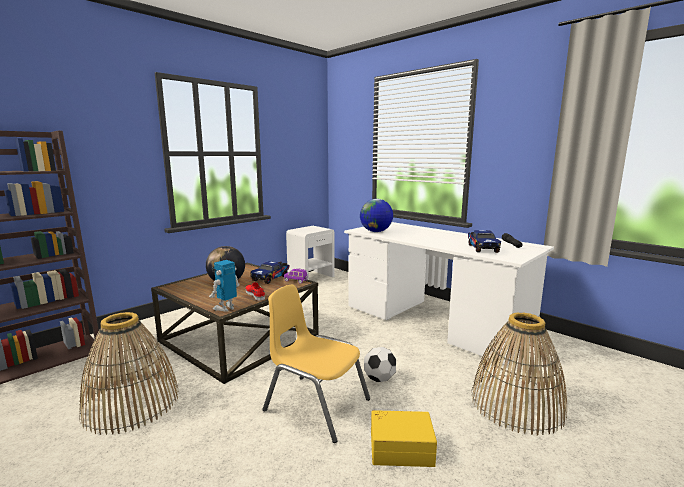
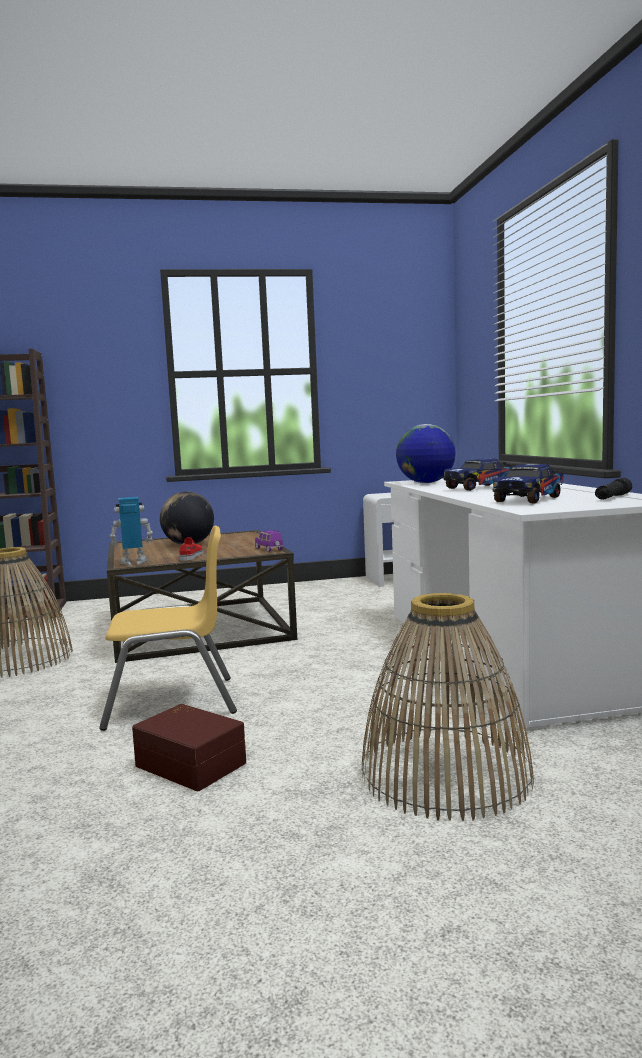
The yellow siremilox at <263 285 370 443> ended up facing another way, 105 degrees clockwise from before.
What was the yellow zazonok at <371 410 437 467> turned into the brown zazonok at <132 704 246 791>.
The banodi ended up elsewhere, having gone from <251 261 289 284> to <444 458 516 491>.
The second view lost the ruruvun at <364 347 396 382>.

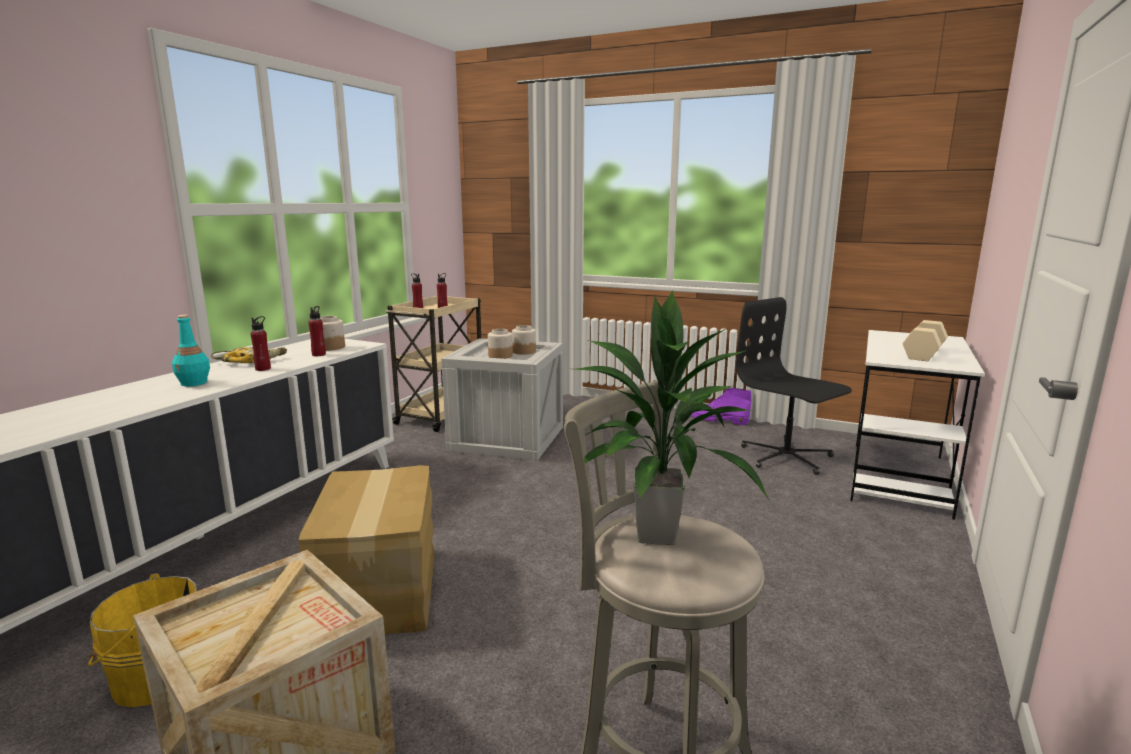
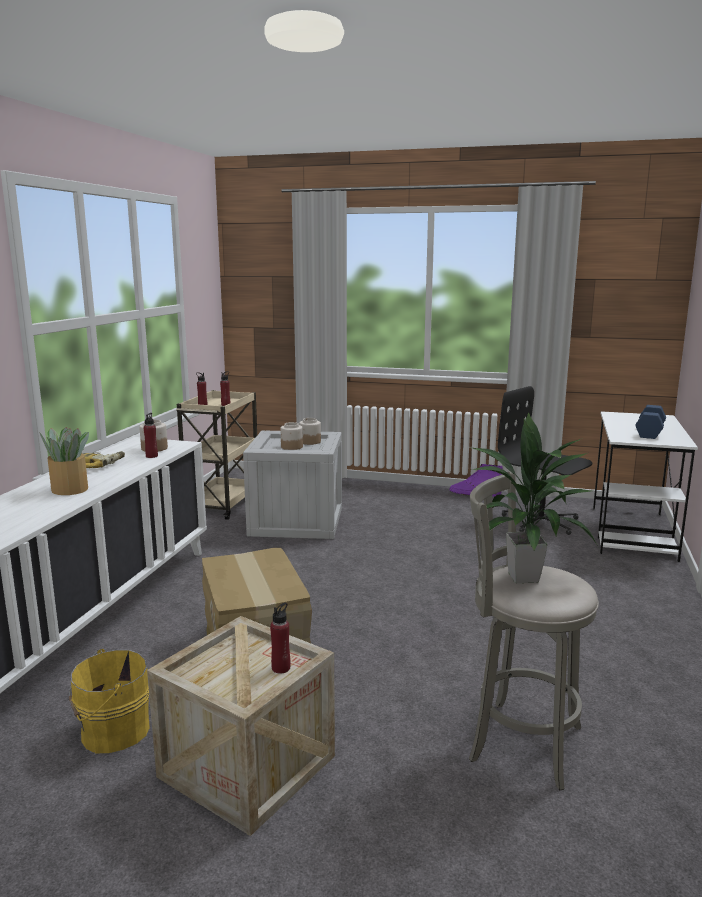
Where the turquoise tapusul stood at <172 315 210 386>, the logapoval came to stand at <39 427 89 495>.
The red tapusul ended up elsewhere, having gone from <251 316 271 371> to <270 603 290 674>.
What was the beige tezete at <903 320 948 361> turned into the blue tezete at <635 405 666 439>.

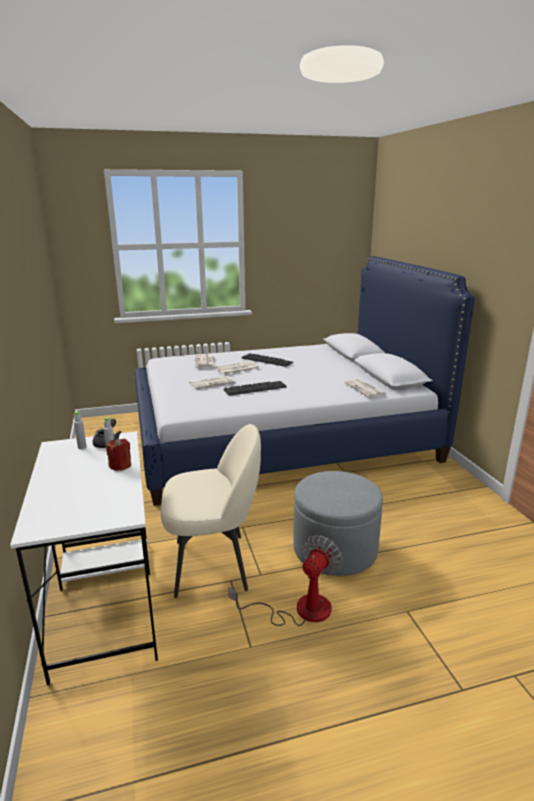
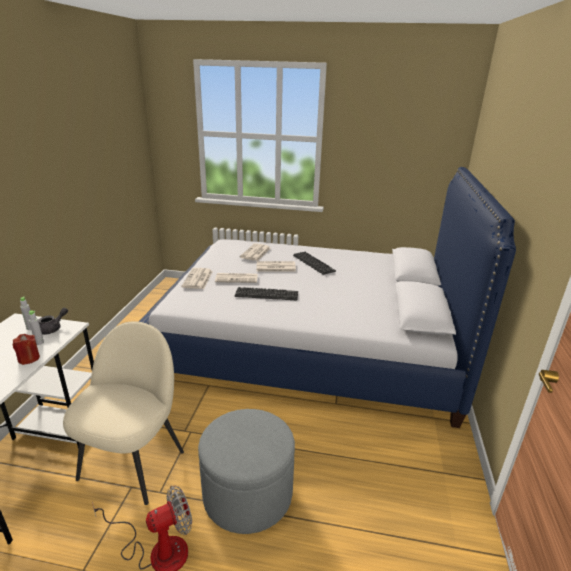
The beige siremilox at <161 424 261 598> ended up facing another way, 90 degrees counterclockwise from before.
The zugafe ended up elsewhere, having gone from <344 379 386 397> to <181 268 213 289>.

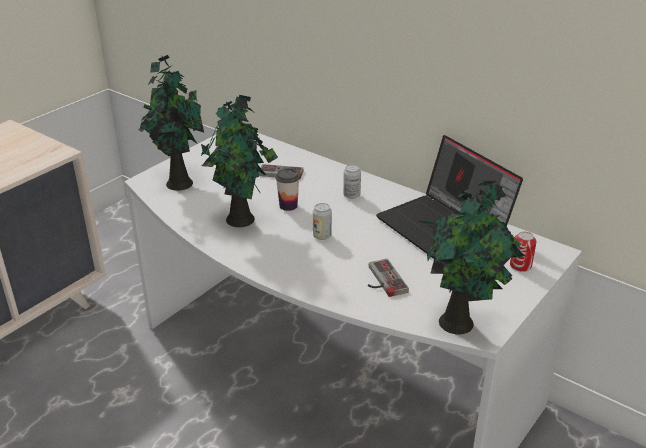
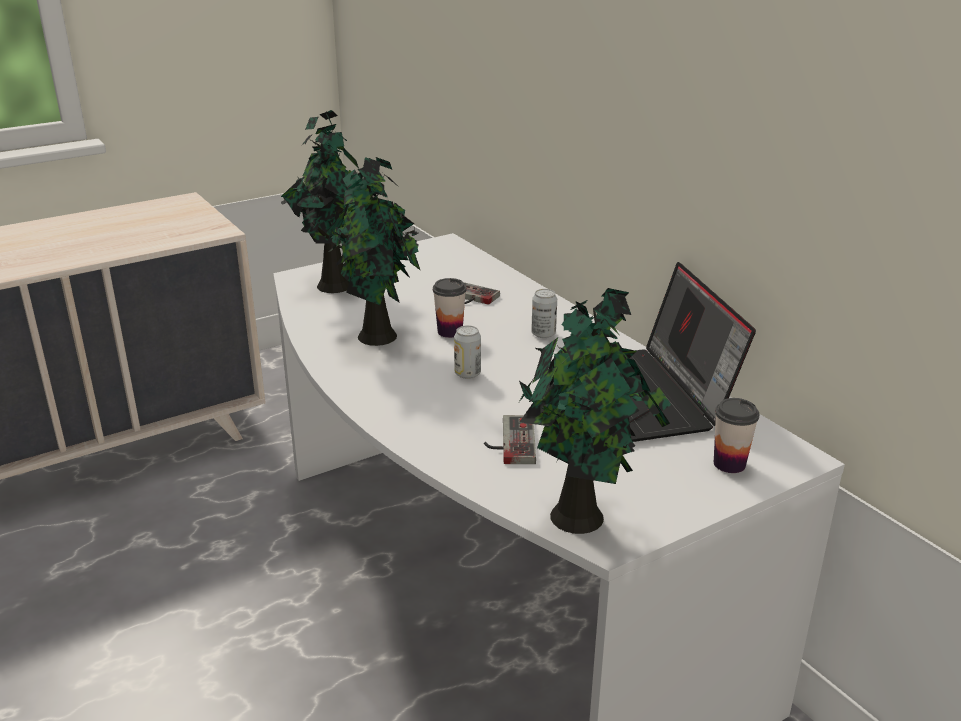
Where the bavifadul stood at <510 232 536 272>, the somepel came to stand at <714 398 760 473>.

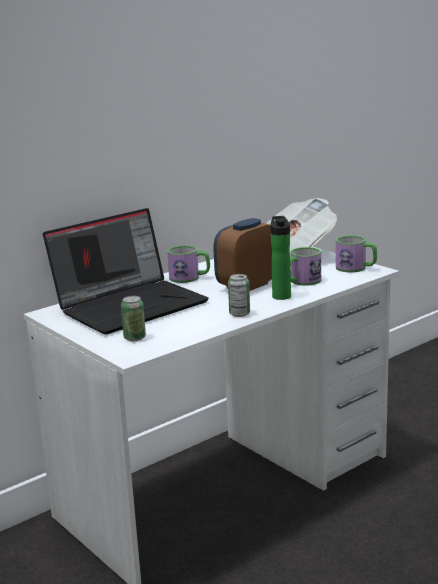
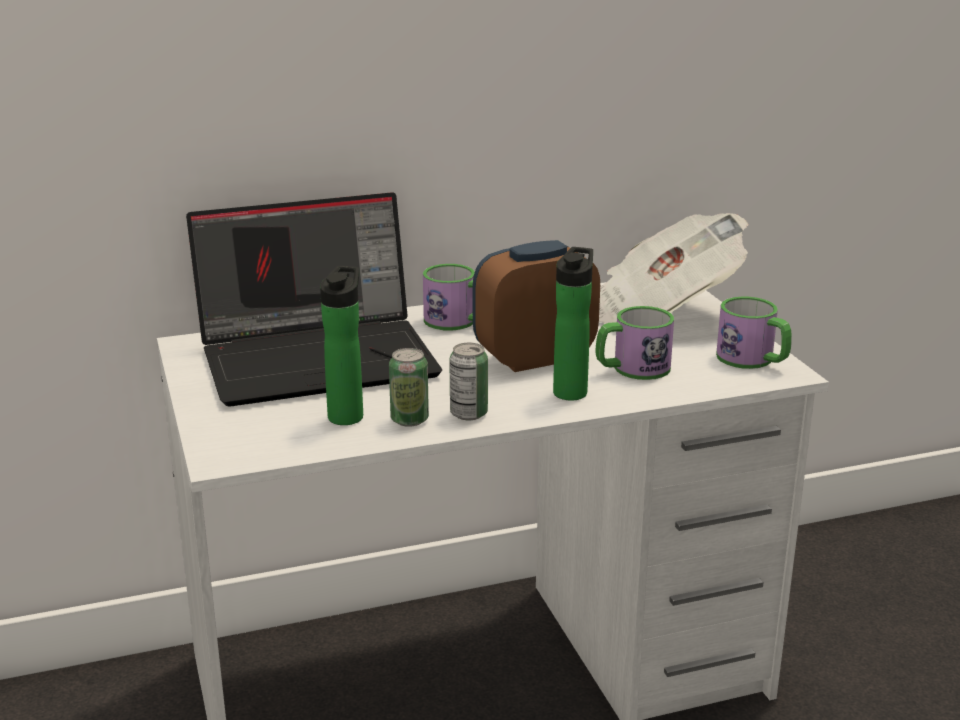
The second view gained the tapusul at <320 266 363 425>.
The bavifadul ended up elsewhere, having gone from <121 296 146 341> to <389 348 429 427>.

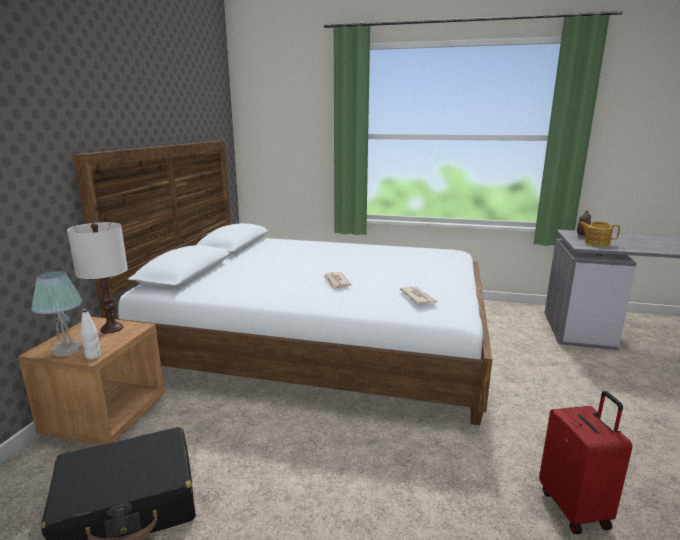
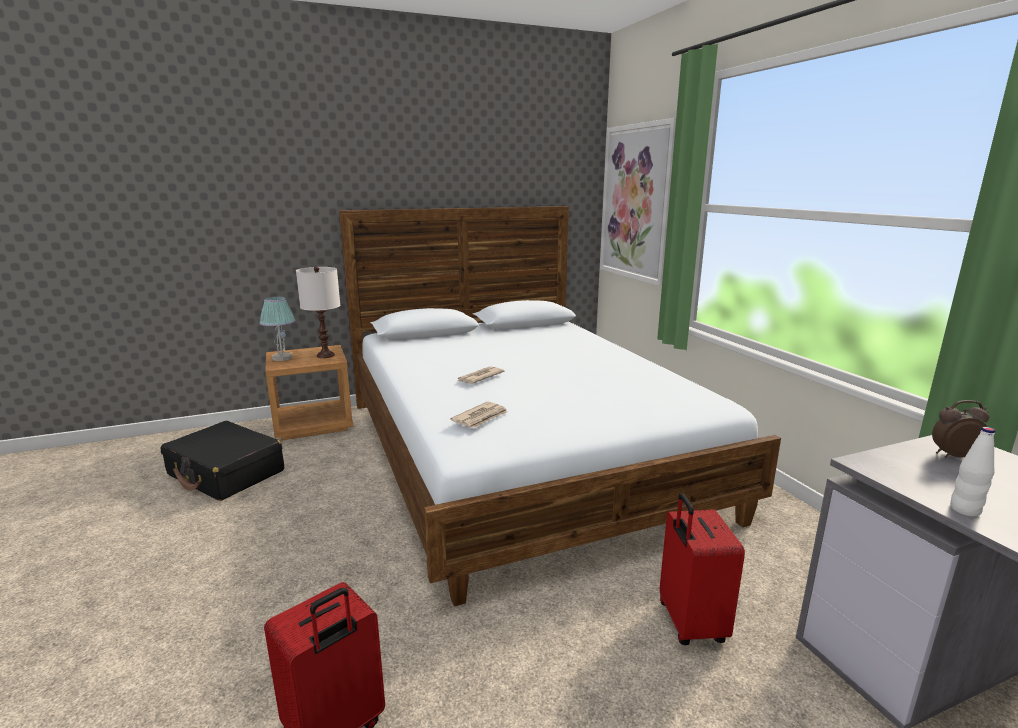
The second view gained the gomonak at <600 118 676 286>.
The second view gained the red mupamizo at <659 493 745 645>.
The white tapusul ended up elsewhere, having gone from <81 309 101 360> to <950 427 995 517>.
The second view lost the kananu at <580 222 620 246>.

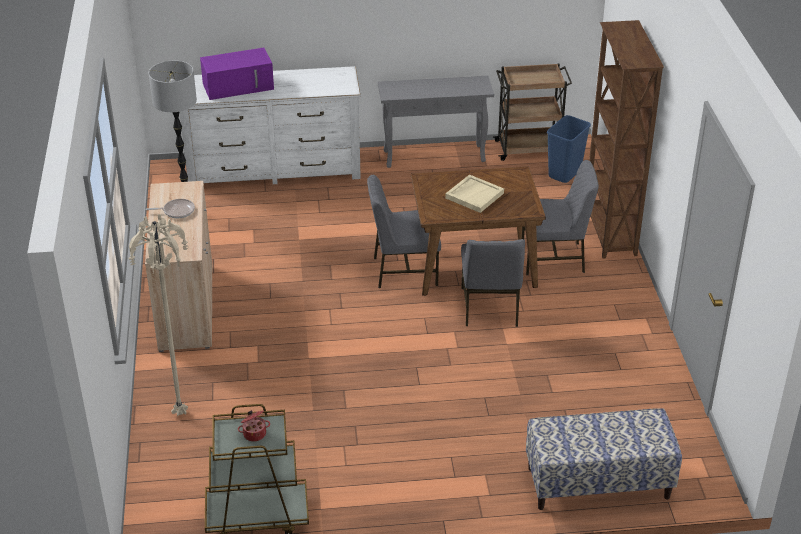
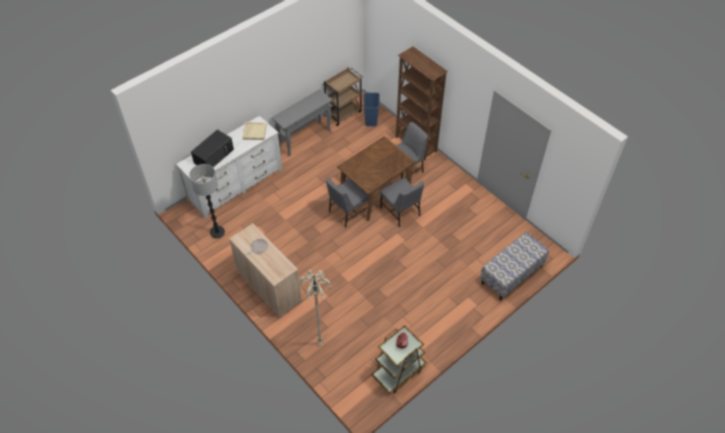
What was the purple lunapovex at <200 48 274 100> turned into the black lunapovex at <191 129 234 167>.
The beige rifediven ended up elsewhere, having gone from <445 175 504 213> to <242 122 267 140>.

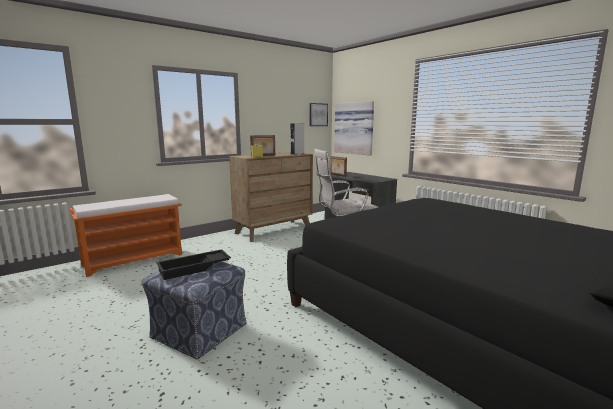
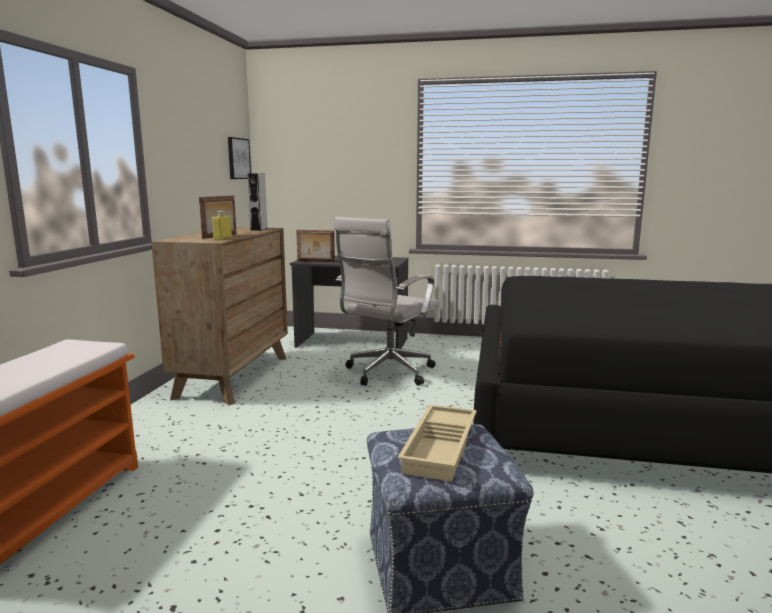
What was the black rifediven at <156 249 231 280> turned into the beige rifediven at <398 405 477 482>.
The second view lost the gomonak at <334 101 374 155>.

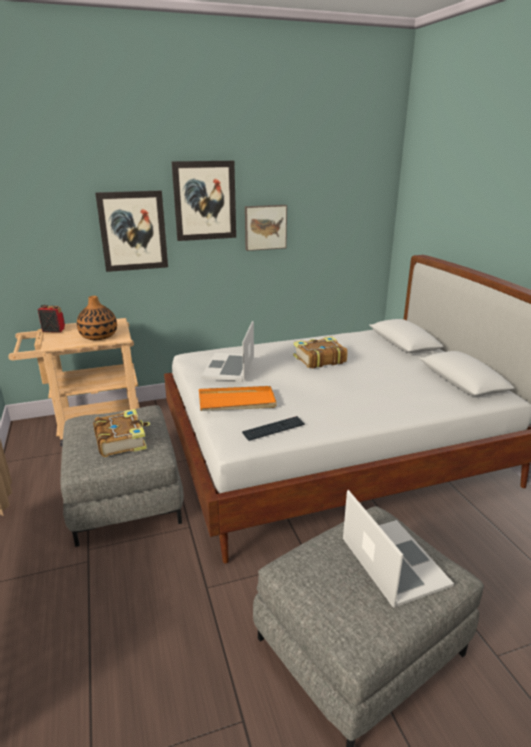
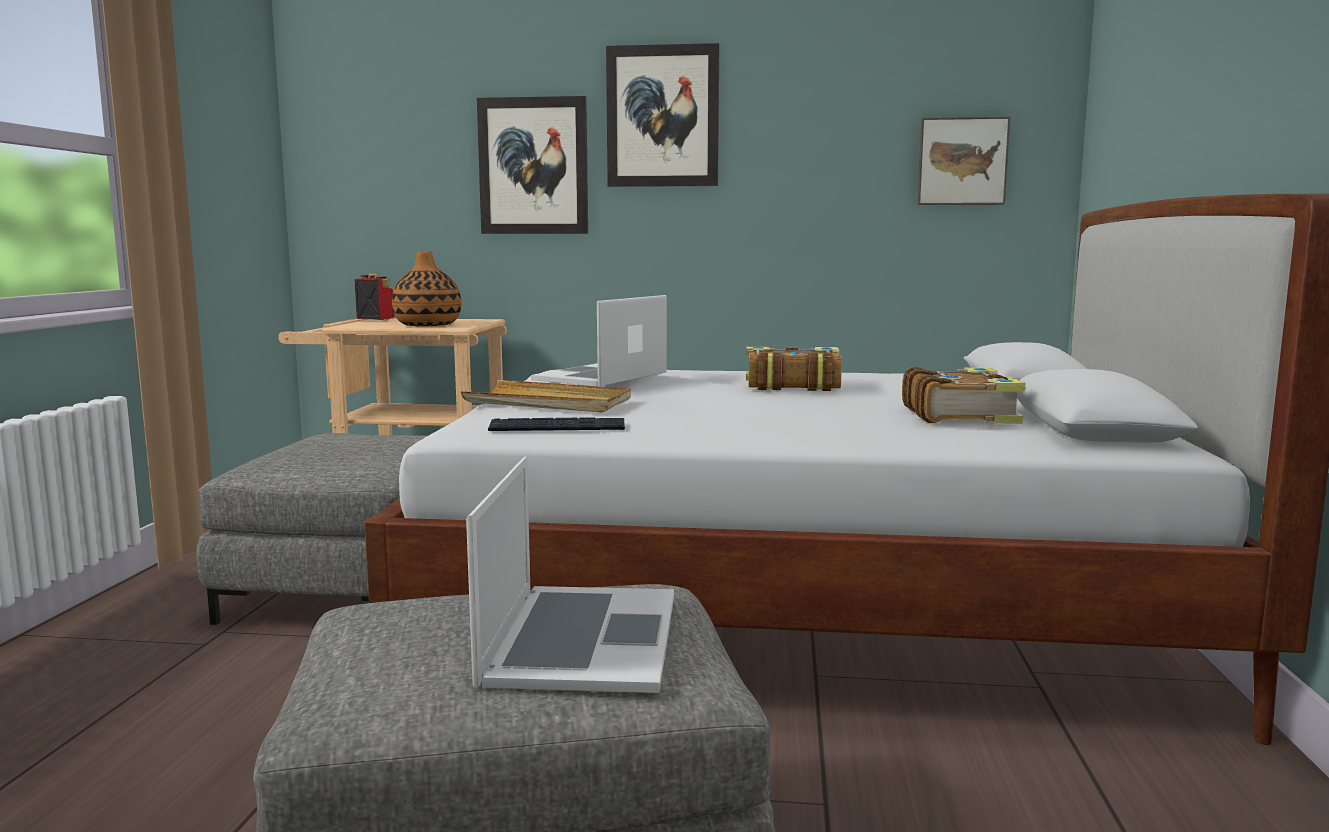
What was the orange rifediven at <199 386 277 411> turned into the beige rifediven at <461 380 631 413>.
The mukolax ended up elsewhere, having gone from <93 409 150 457> to <902 367 1026 424>.
The gomonak ended up elsewhere, having gone from <245 205 287 251> to <917 117 1010 205>.

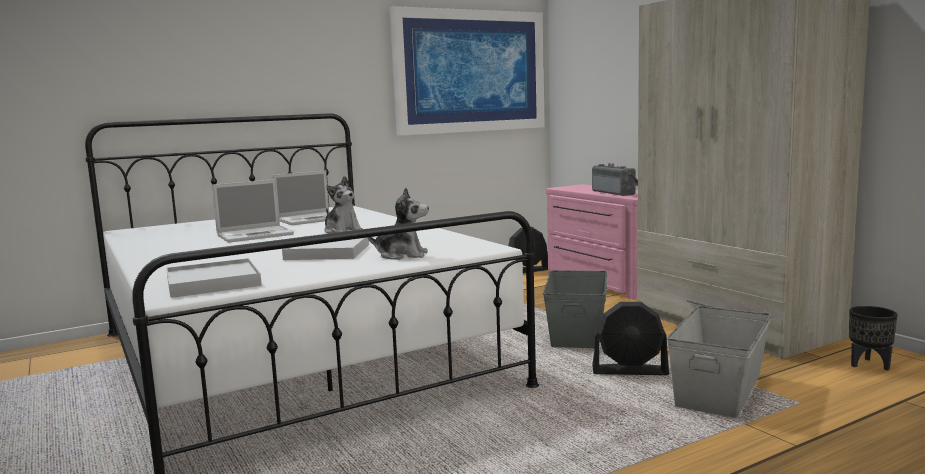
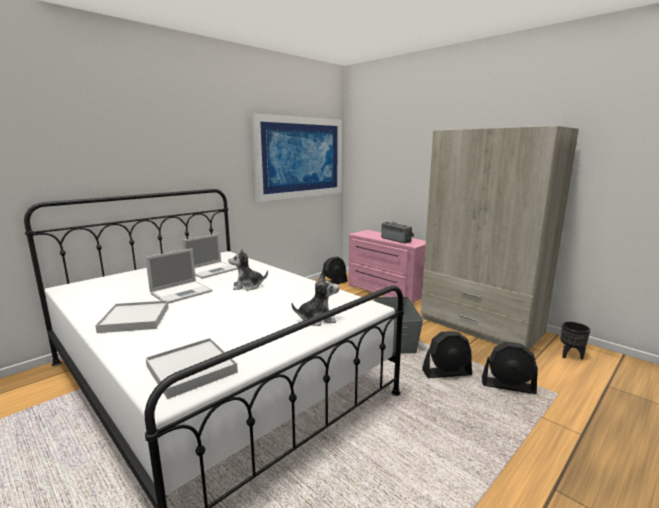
The white rifediven ended up elsewhere, having gone from <282 236 369 260> to <95 300 169 333>.
The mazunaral at <324 176 363 234> ended up facing another way, 135 degrees clockwise from before.
Where the grey zazonok stood at <667 306 771 418>, the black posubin came to stand at <482 342 538 394>.

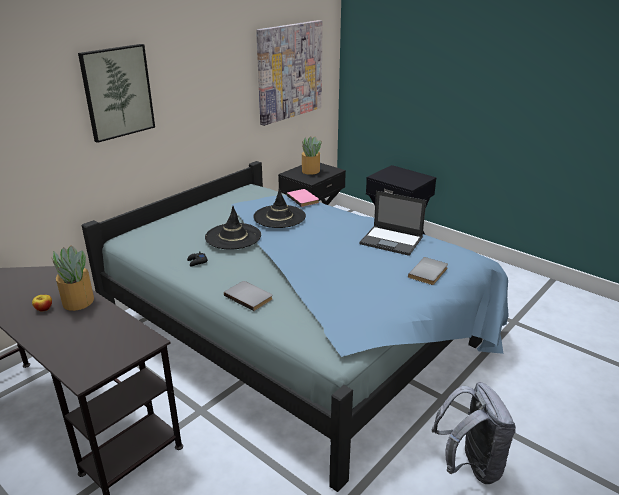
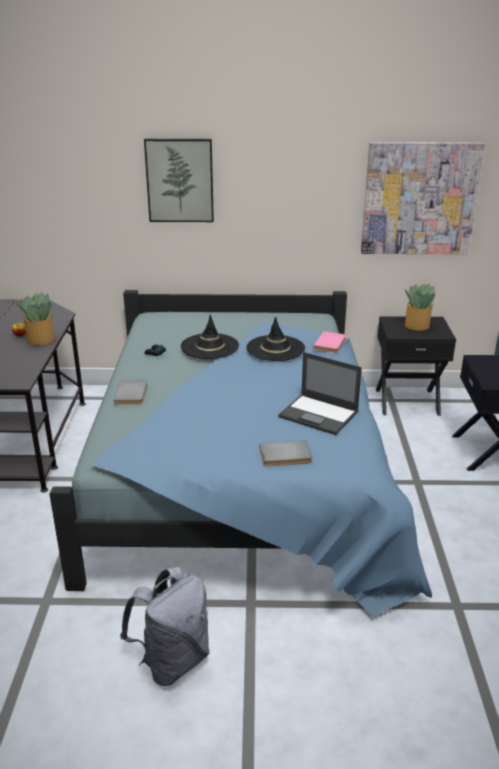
The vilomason at <359 191 426 256> ended up facing another way, 45 degrees counterclockwise from before.

